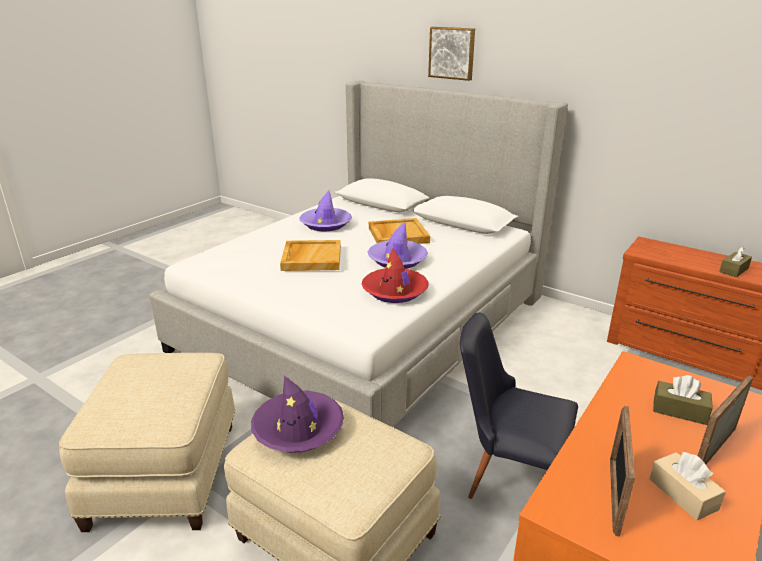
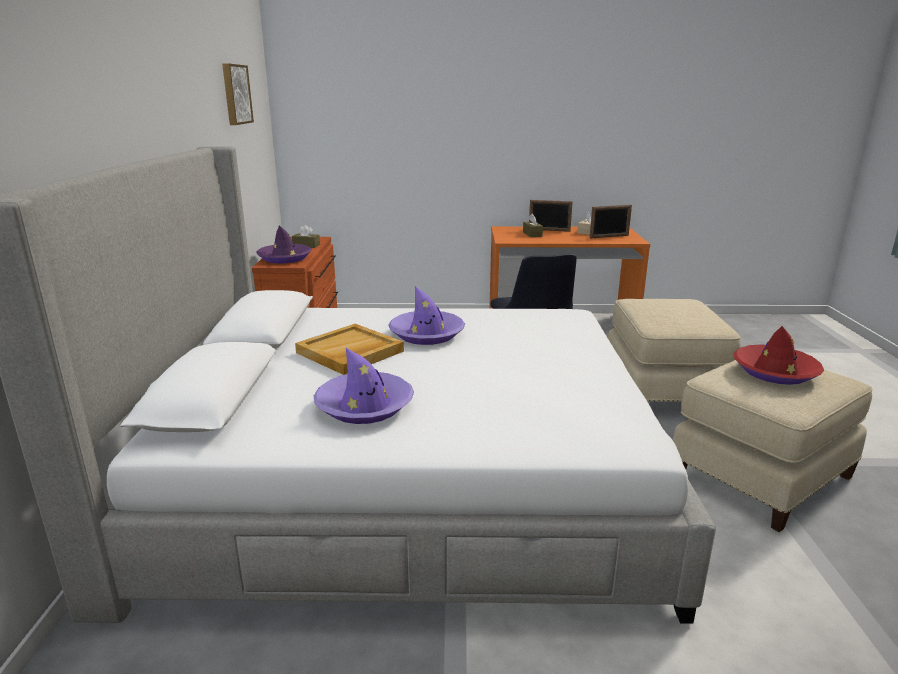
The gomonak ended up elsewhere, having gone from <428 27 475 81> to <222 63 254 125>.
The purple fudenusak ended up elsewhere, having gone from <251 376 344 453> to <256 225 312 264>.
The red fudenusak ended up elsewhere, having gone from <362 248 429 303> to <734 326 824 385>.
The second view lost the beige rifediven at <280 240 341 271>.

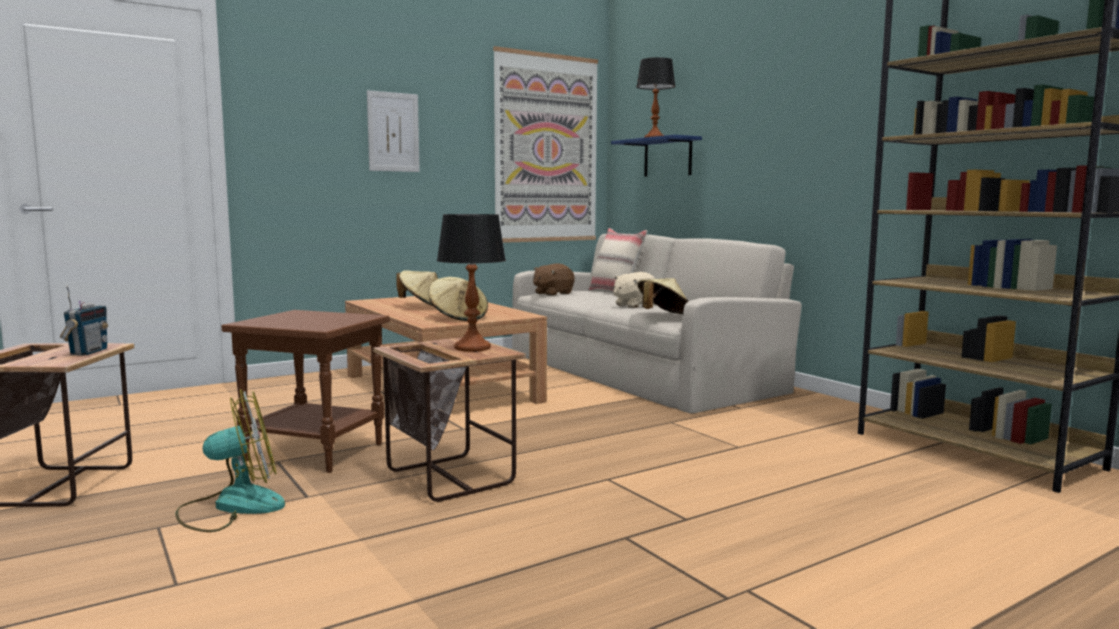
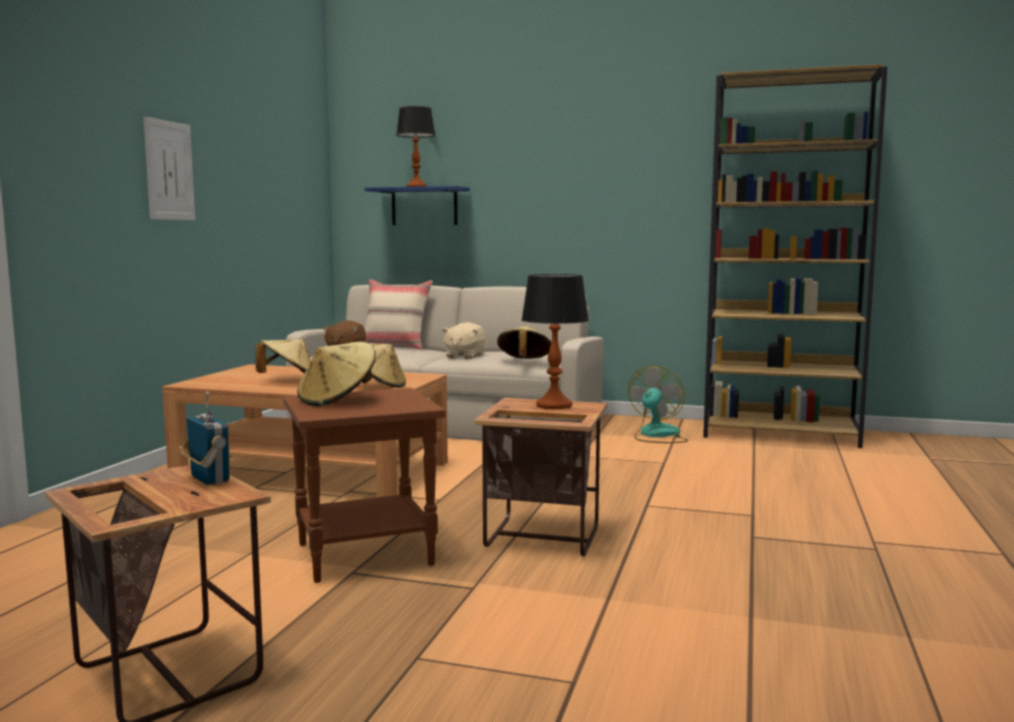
The second view gained the beige fudenusak at <297 342 376 406>.
The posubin ended up elsewhere, having gone from <175 389 285 532> to <628 366 688 443>.
The second view lost the gomonak at <493 46 598 243>.

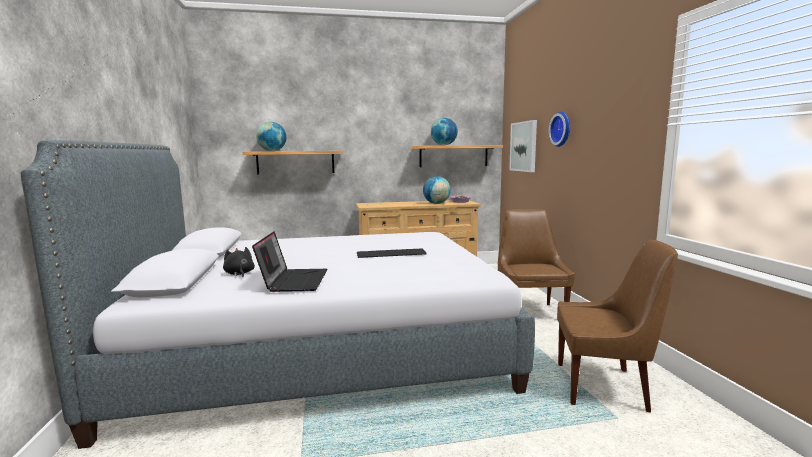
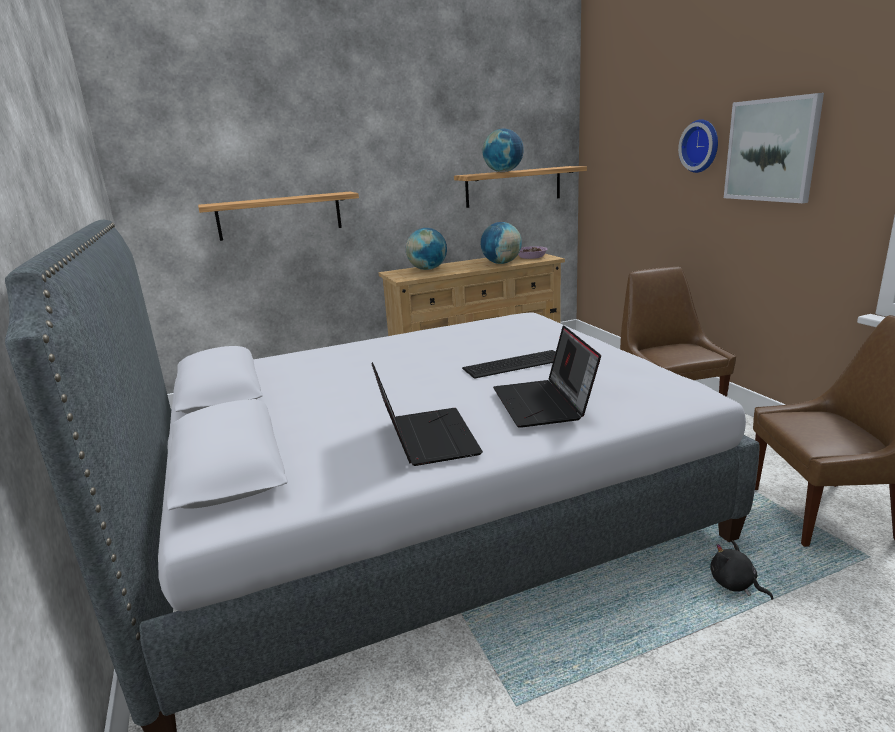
The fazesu ended up elsewhere, having gone from <256 122 287 151> to <405 228 447 270>.
The second view gained the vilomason at <493 325 601 428>.
The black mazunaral ended up elsewhere, having gone from <223 247 255 277> to <710 540 773 600>.
The gomonak ended up elsewhere, having gone from <509 120 537 172> to <724 93 824 203>.

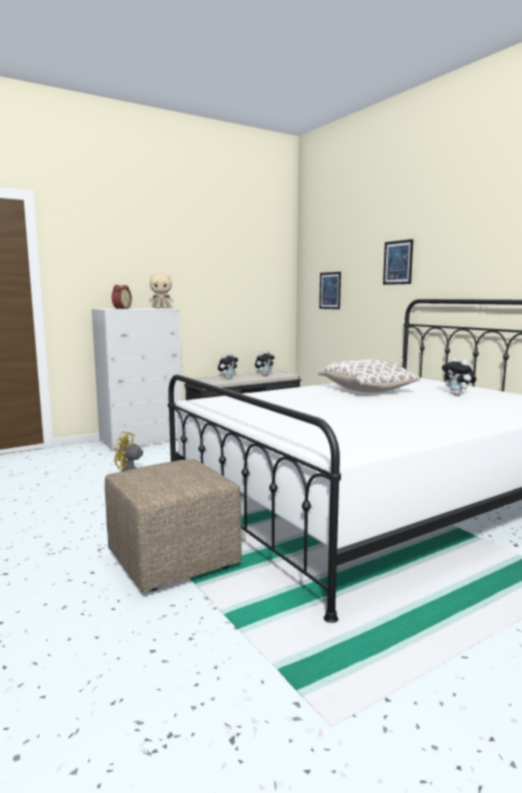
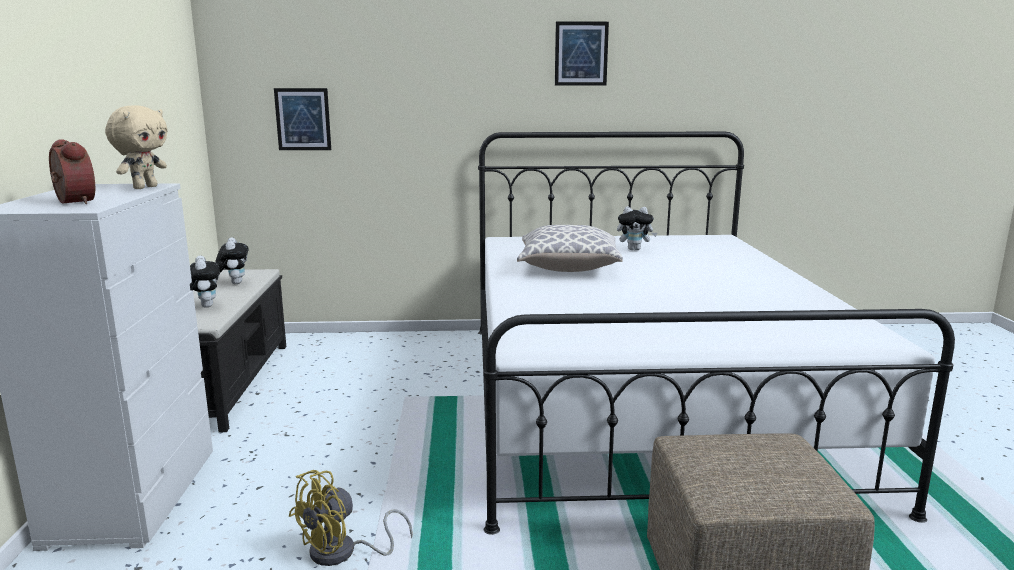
The gomonak ended up elsewhere, having gone from <383 239 413 285> to <555 21 609 86>.

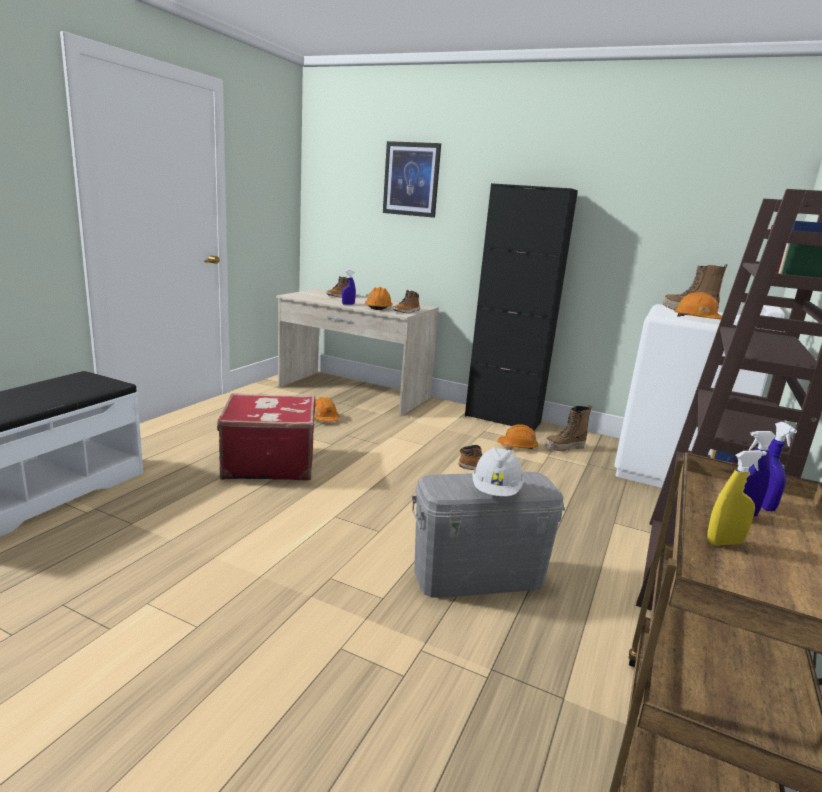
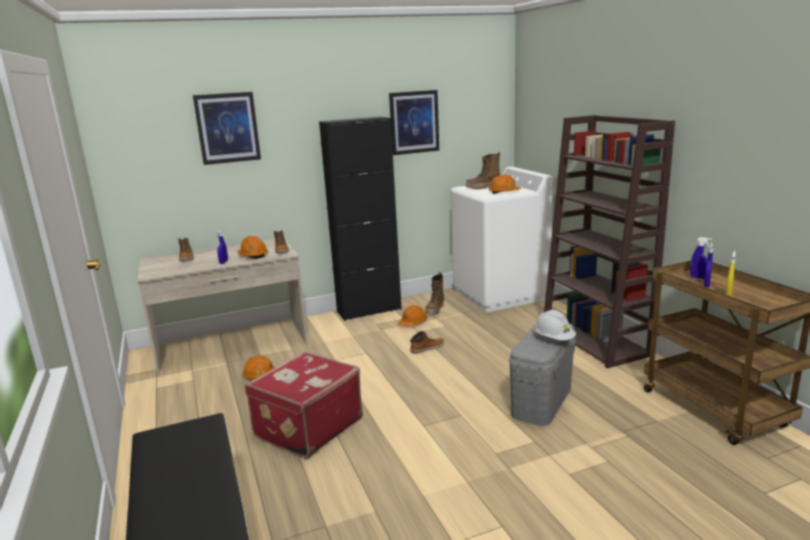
The second view gained the gomonak at <389 90 439 155>.

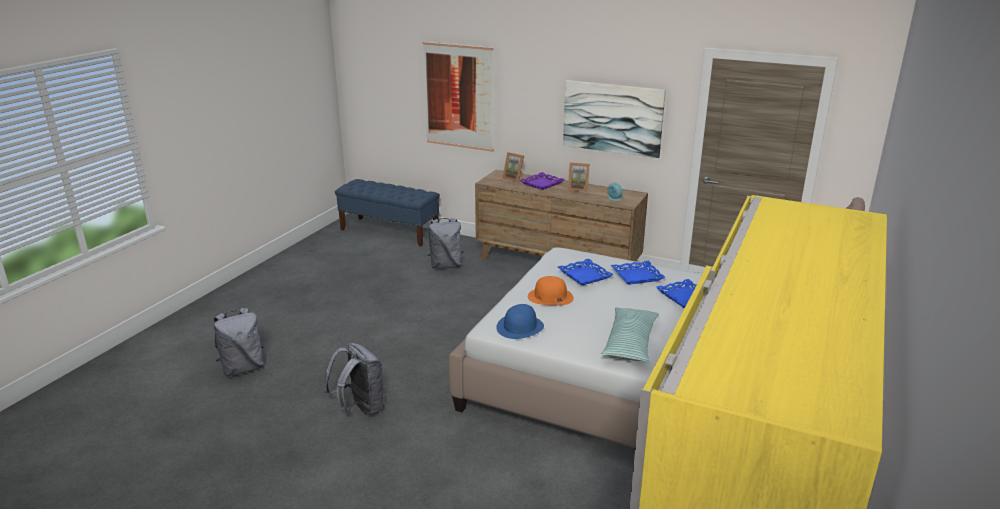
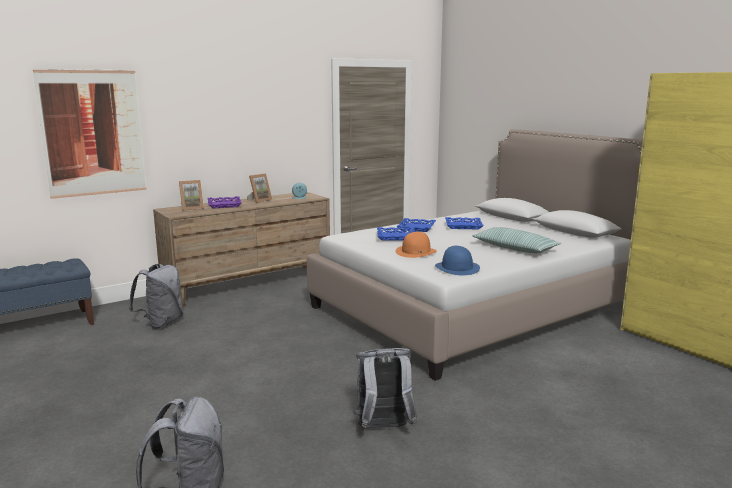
The second view lost the gomonak at <563 80 666 158>.

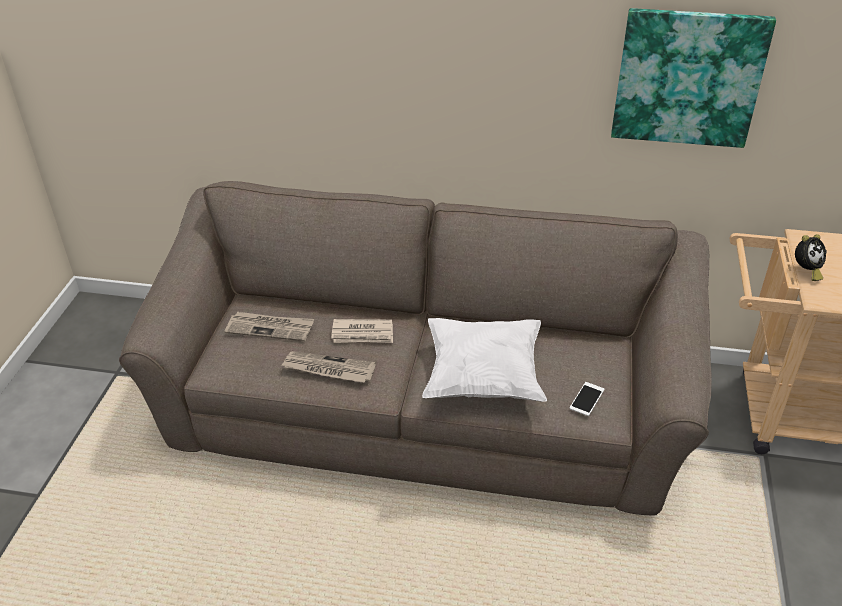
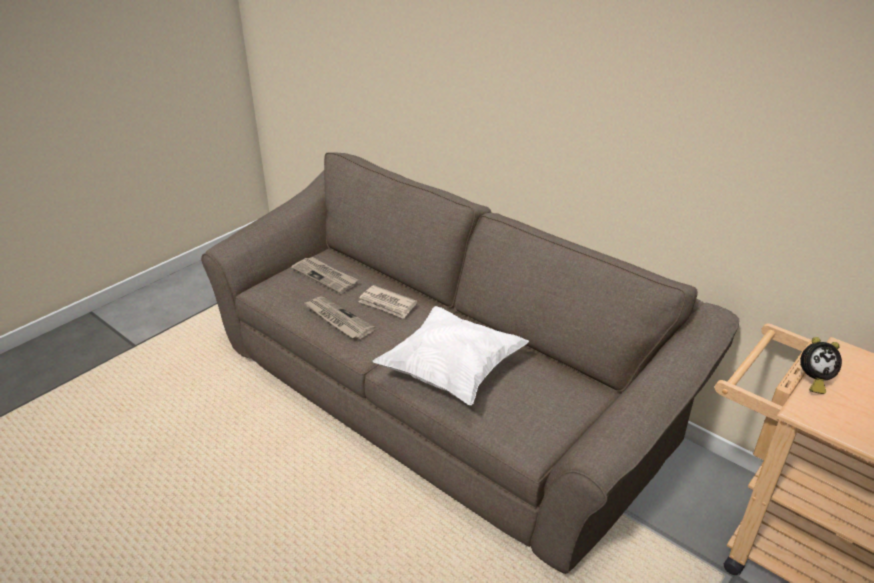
The second view lost the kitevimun at <569 382 605 416>.
The second view lost the gomonak at <611 8 776 148>.

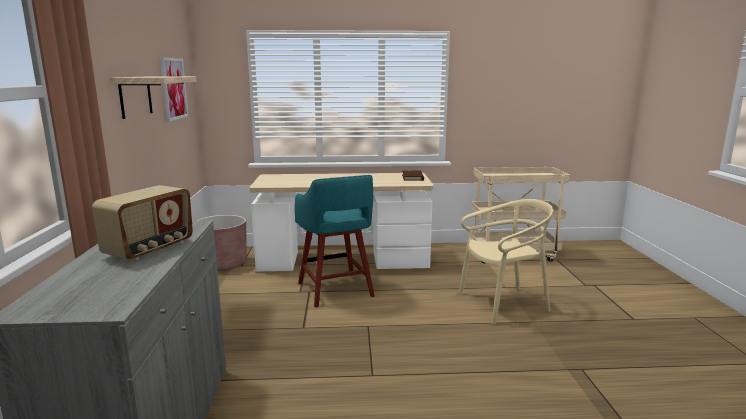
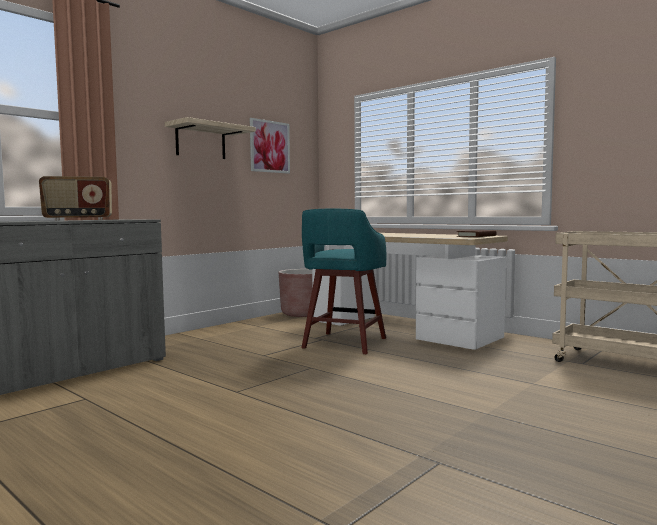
The second view lost the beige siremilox at <459 199 553 324>.

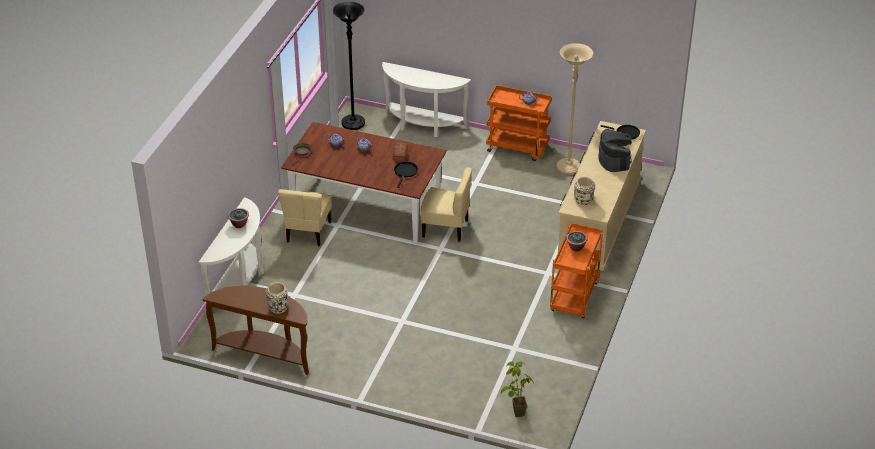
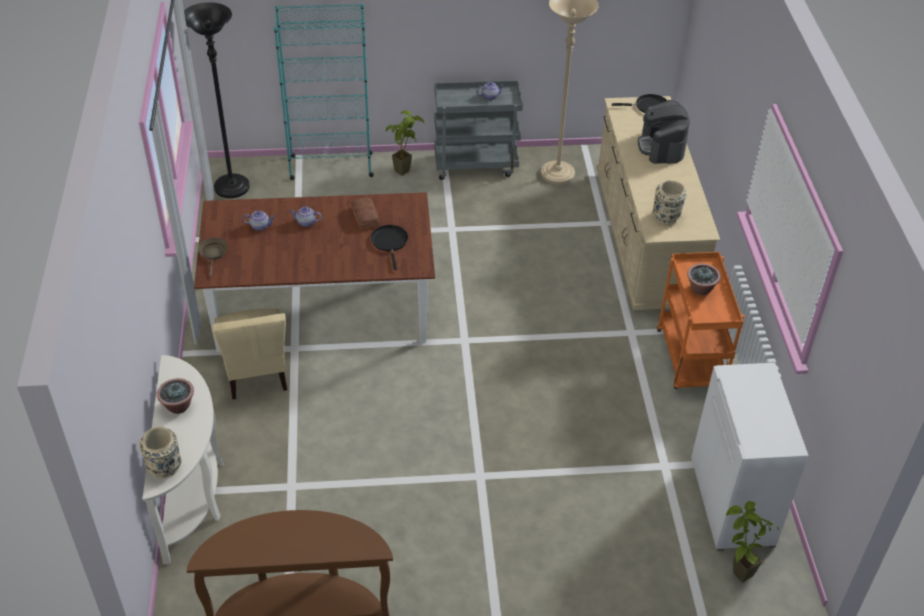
The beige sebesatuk ended up elsewhere, having gone from <266 282 288 314> to <139 426 181 478>.
Where the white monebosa stood at <382 62 471 137>, the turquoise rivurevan came to stand at <274 3 374 180>.
The second view gained the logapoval at <386 110 425 176>.
What was the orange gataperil at <486 85 552 161> turned into the grey gataperil at <434 80 523 180>.
The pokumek at <598 129 632 172> ended up facing another way, 150 degrees counterclockwise from before.
The second view gained the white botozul at <691 363 809 551>.
The second view lost the beige siremilox at <421 167 472 242>.

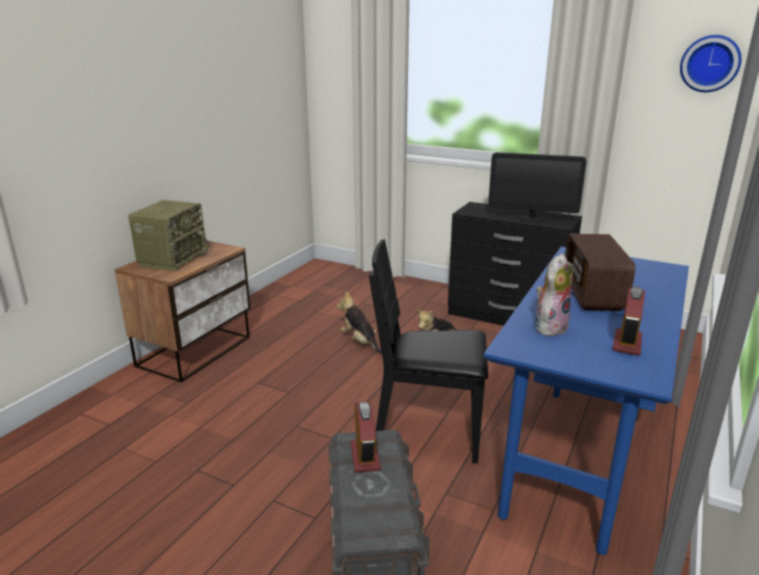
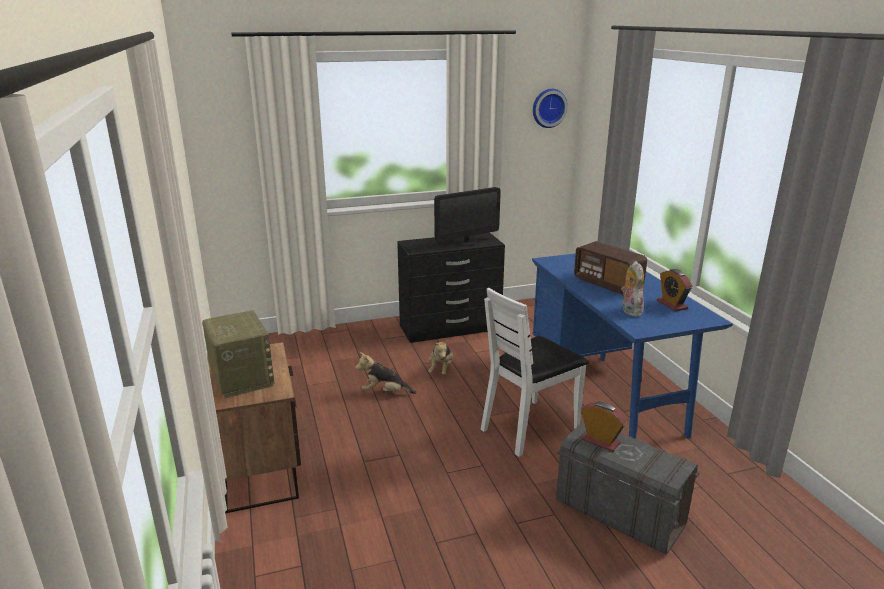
What was the black siremilox at <369 239 488 463> turned into the white siremilox at <481 287 589 457>.

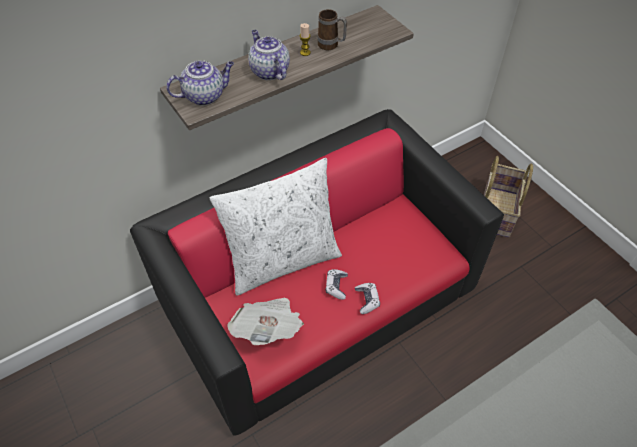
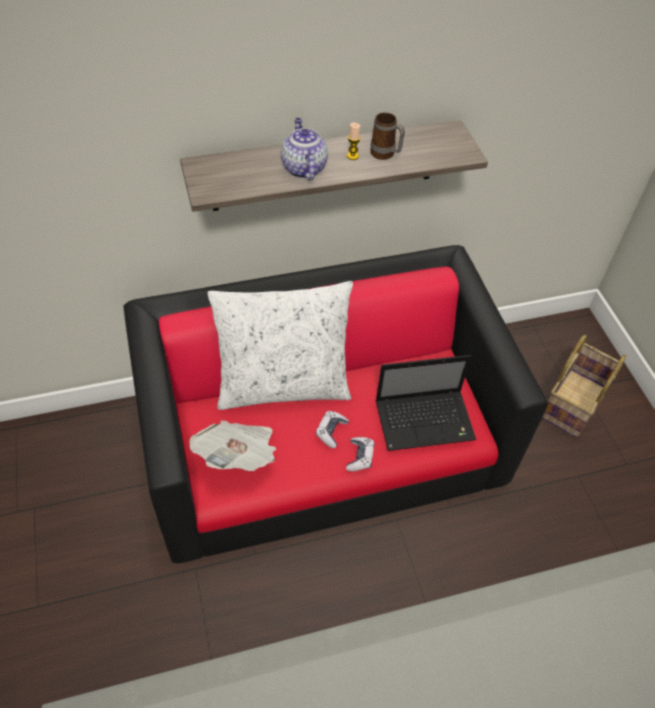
The second view gained the vilomason at <376 355 476 451>.
The second view lost the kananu at <166 60 234 106>.

